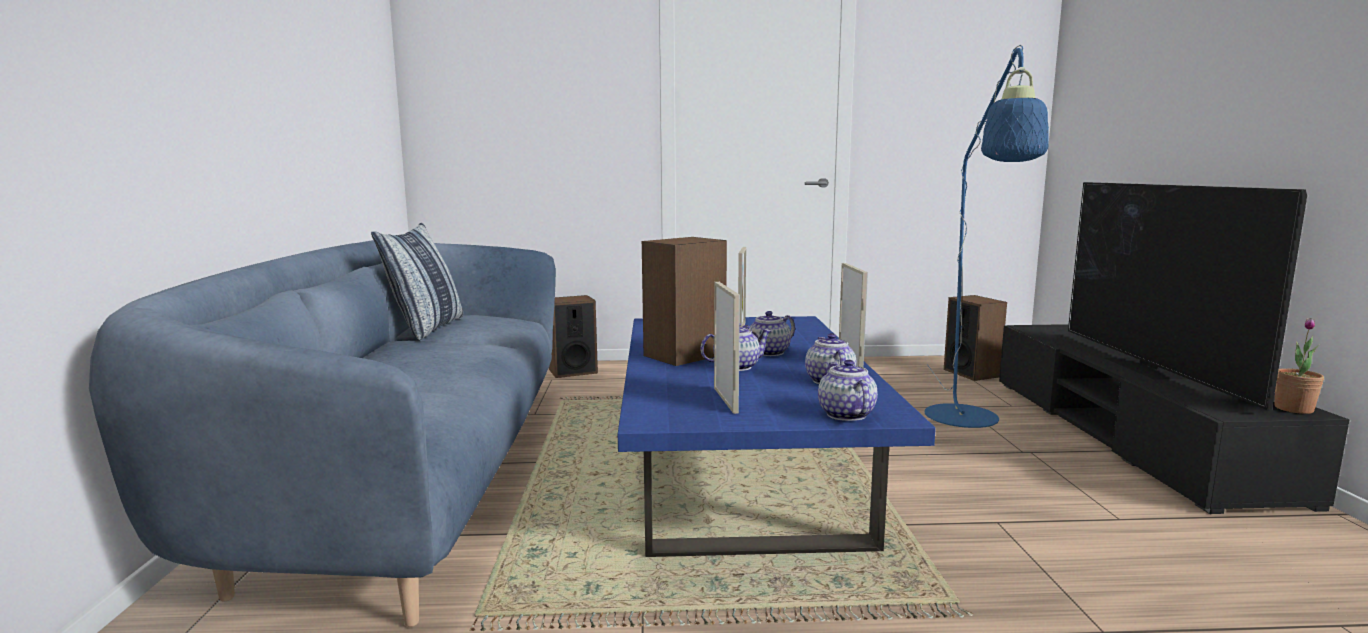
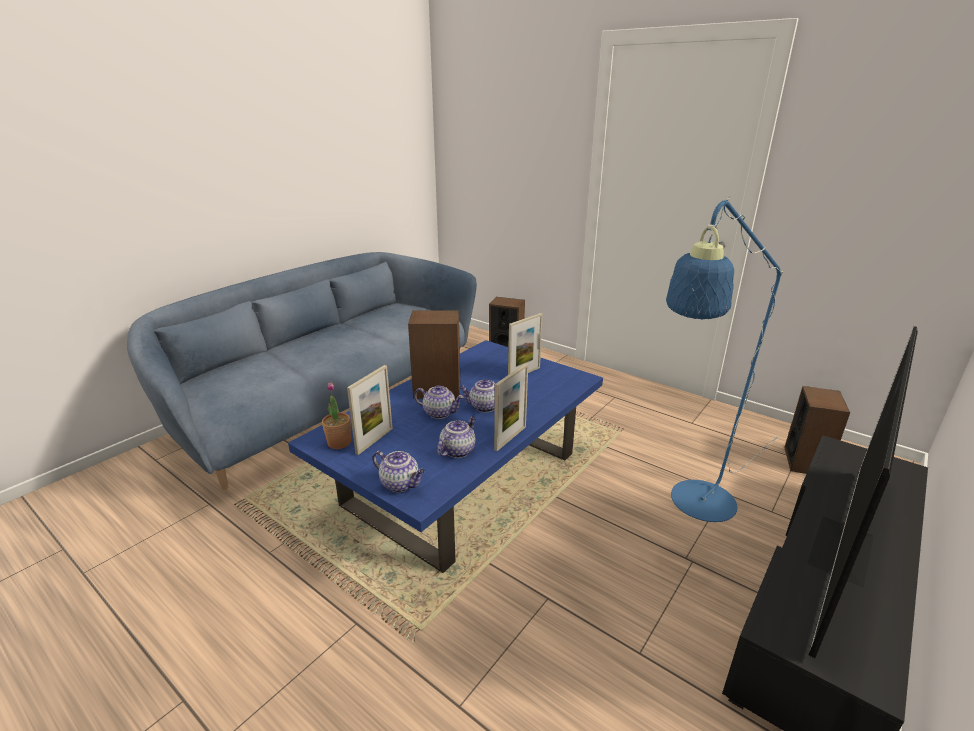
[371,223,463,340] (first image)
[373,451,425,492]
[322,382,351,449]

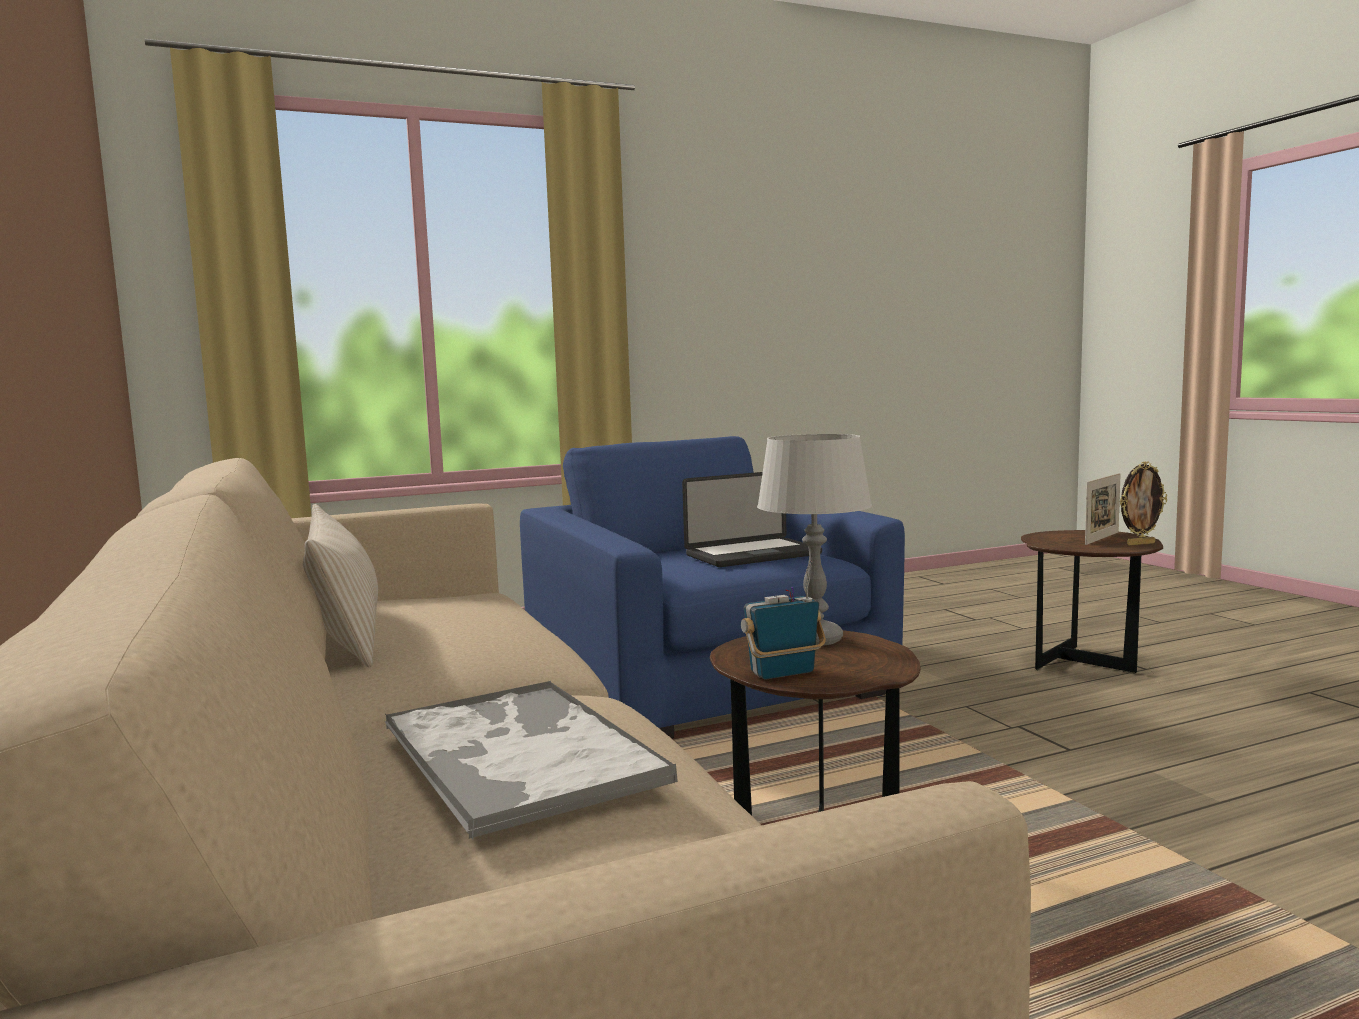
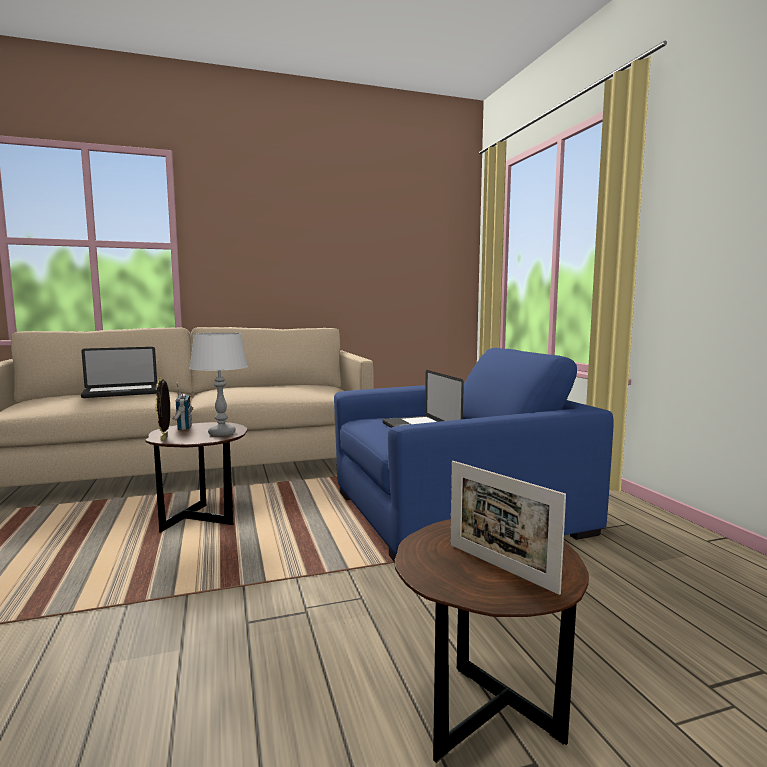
[303,504,378,667] (first image)
[81,347,157,398]
[155,377,170,441]

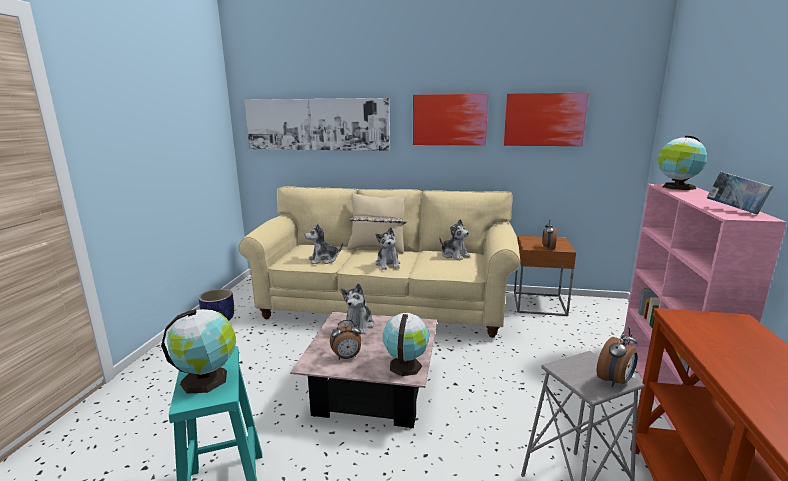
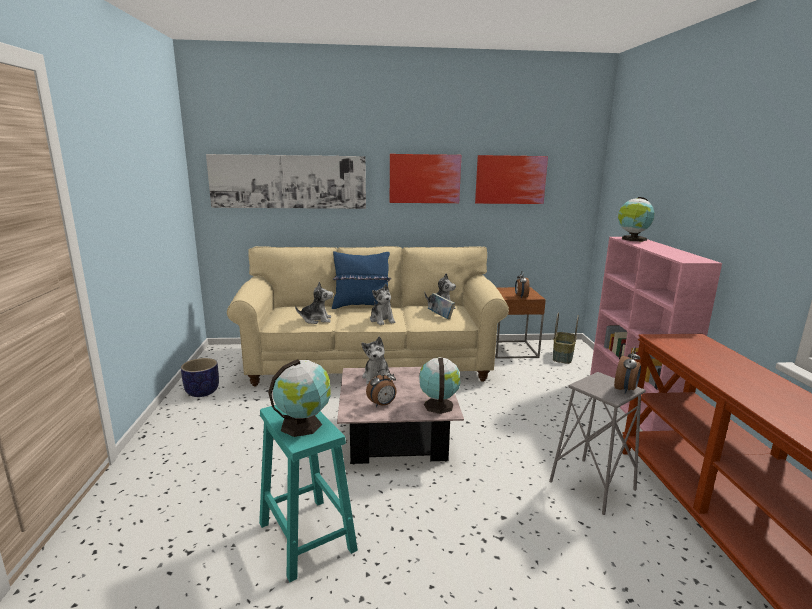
[295,281,333,324]
[332,251,391,309]
[428,293,455,319]
[553,312,579,364]

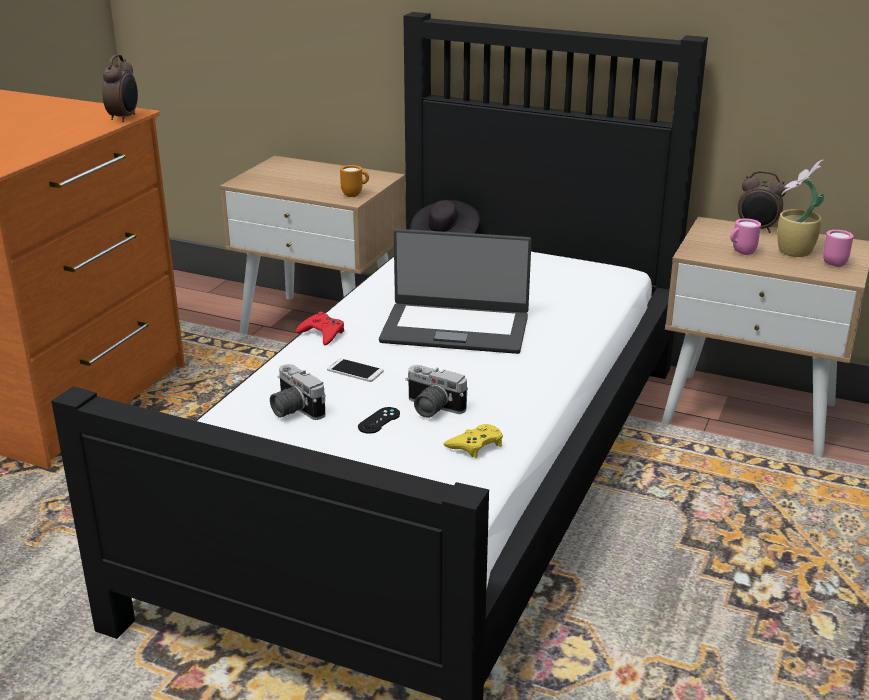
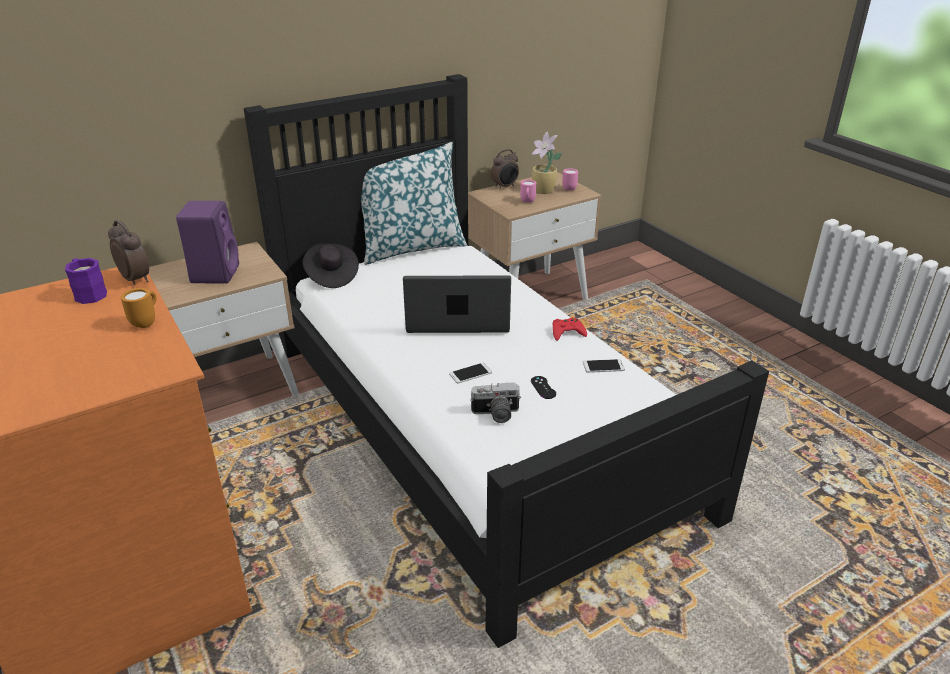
[553,317,587,341]
[121,288,157,328]
[403,275,511,333]
[405,365,468,418] (first image)
[583,359,625,373]
[65,258,107,304]
[176,201,239,283]
[361,142,467,265]

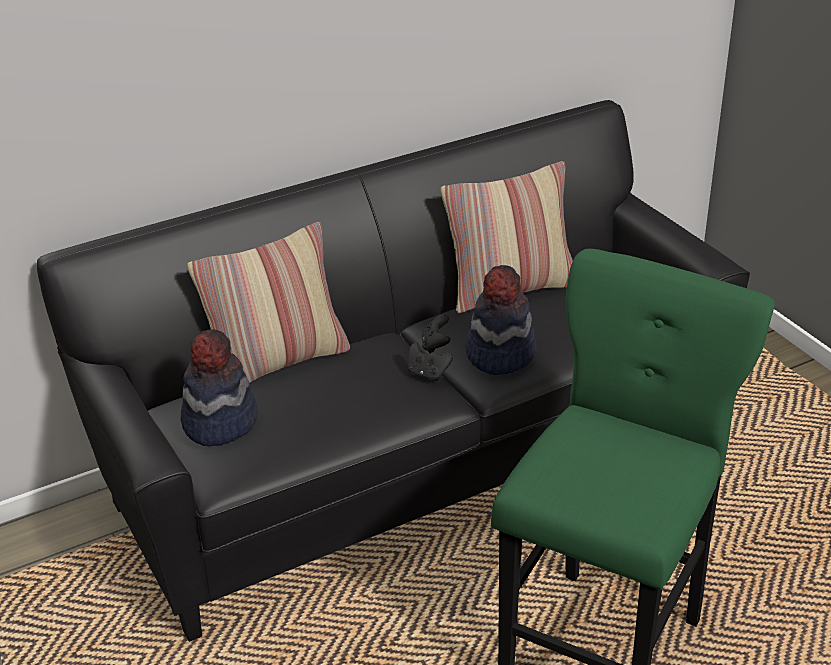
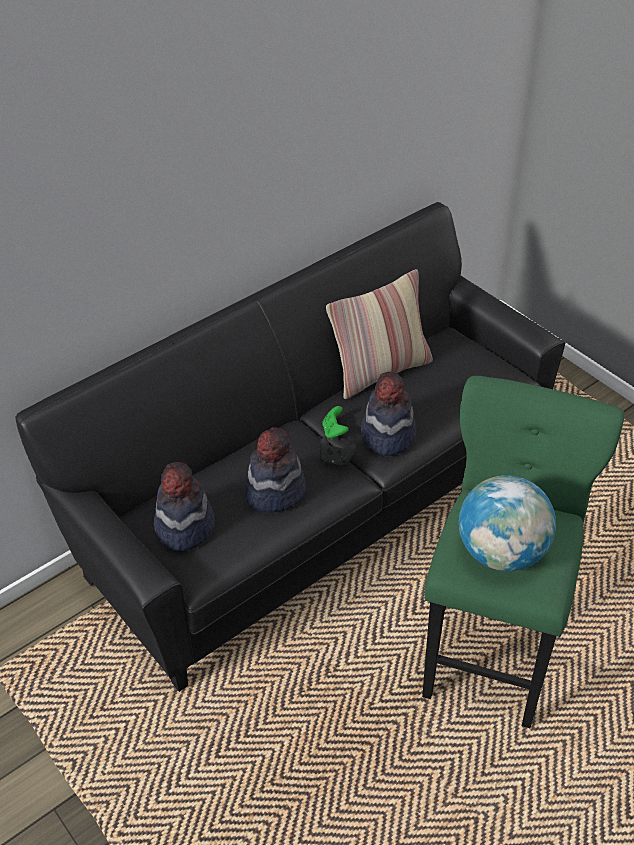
[187,222,350,383] (first image)
[322,406,349,440]
[245,427,306,512]
[459,475,556,571]

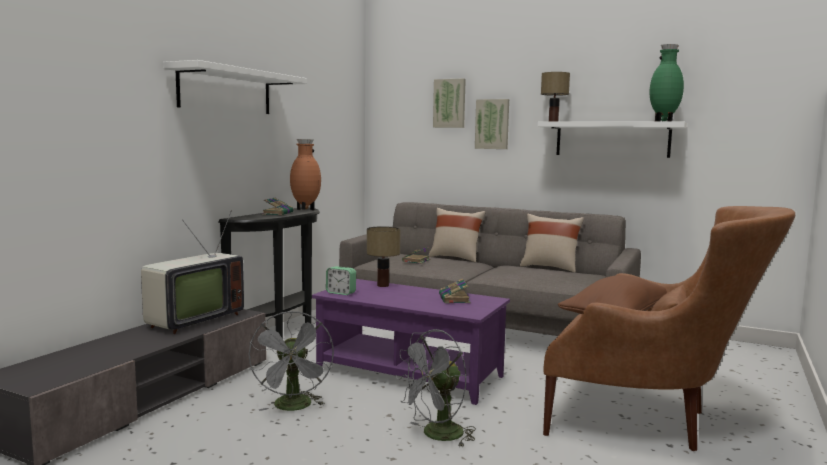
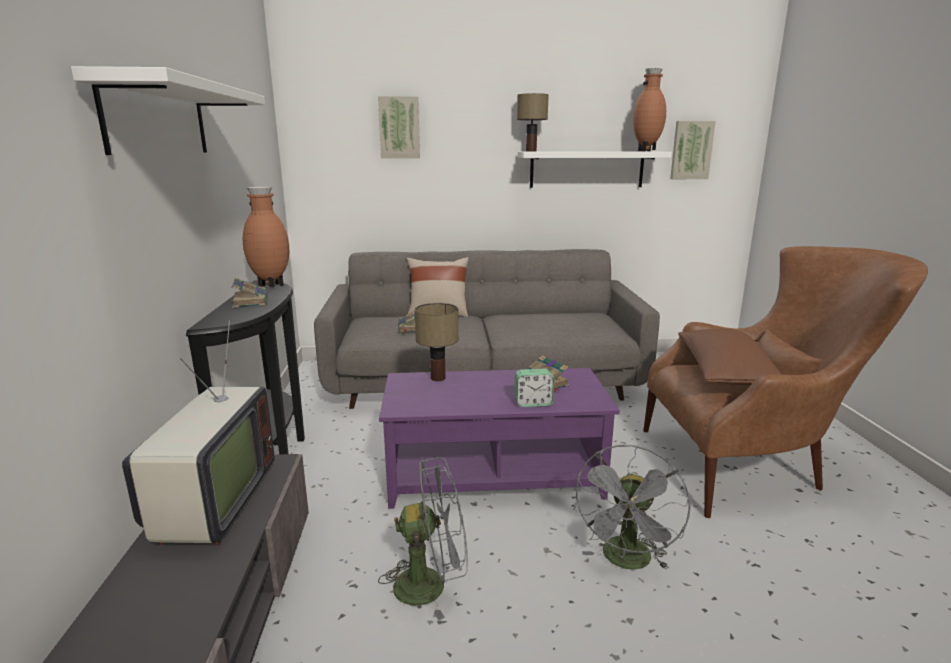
[378,457,468,621]
[515,369,554,407]
[670,121,716,179]
[520,214,584,273] (first image)
[633,68,666,151]

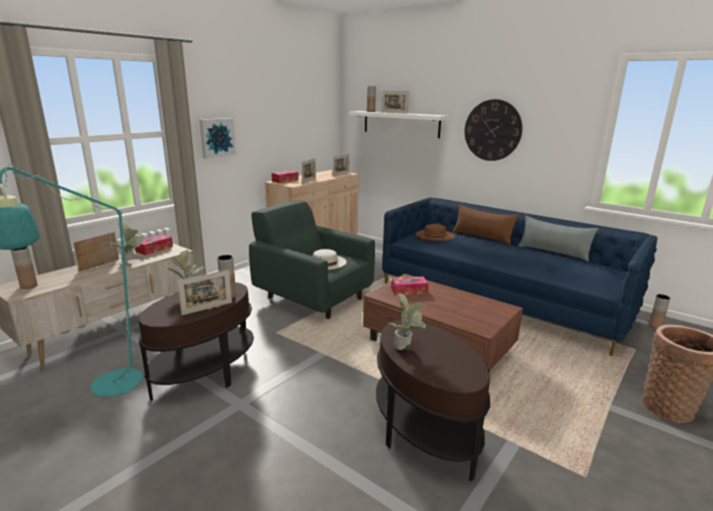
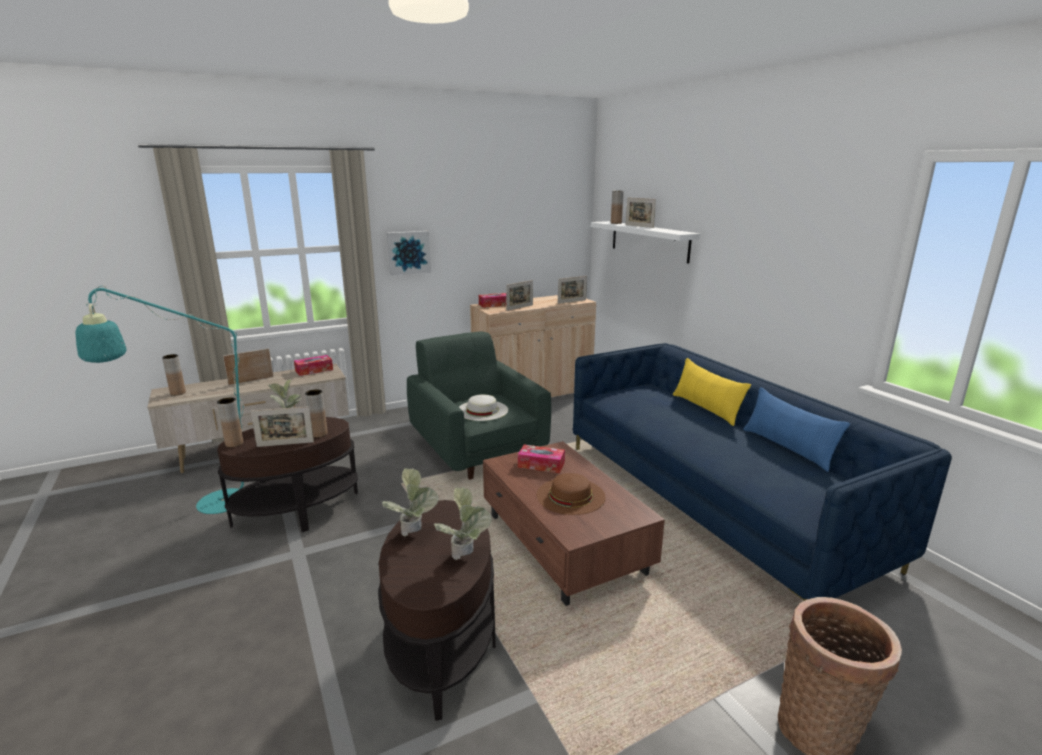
[434,487,491,560]
[536,473,606,515]
[673,358,751,426]
[465,99,522,161] (first image)
[743,387,850,472]
[217,398,244,448]

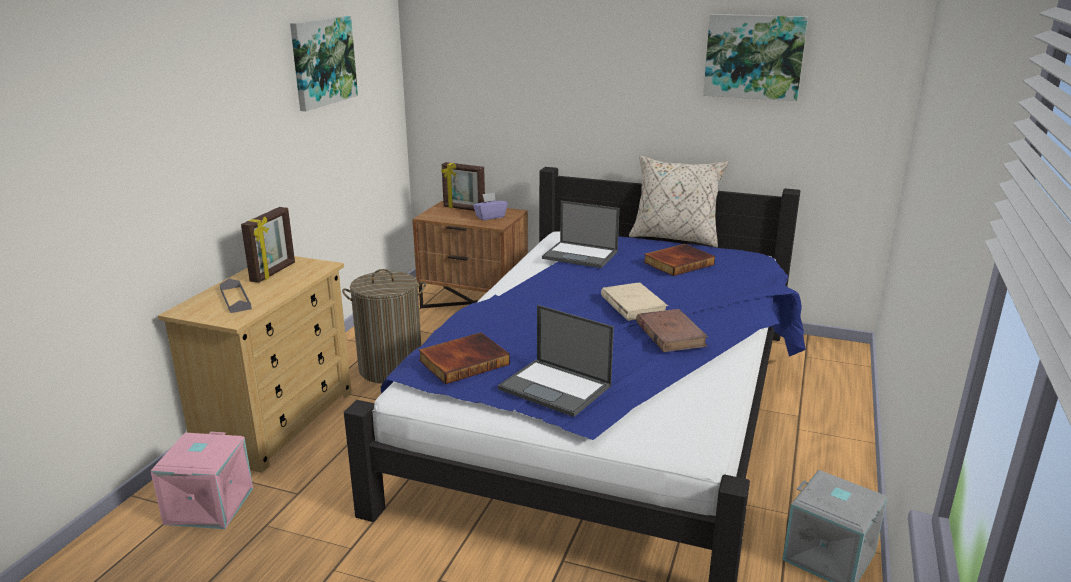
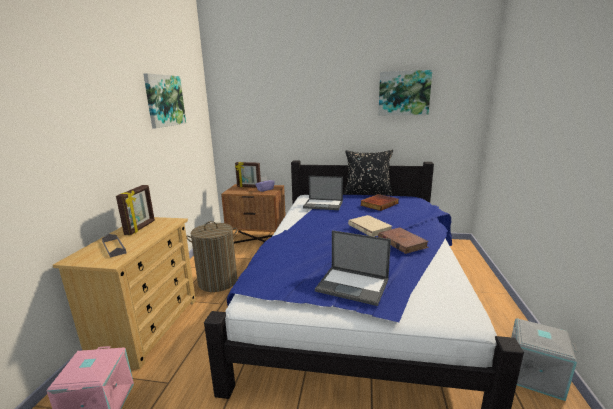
[418,332,510,384] (first image)
[344,150,393,196]

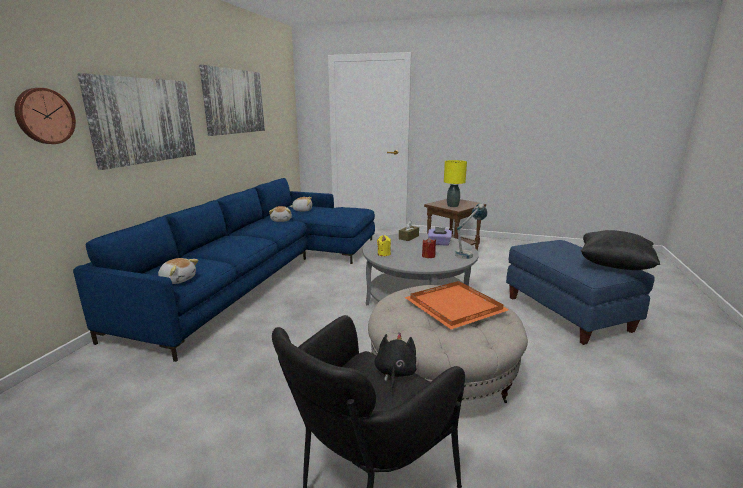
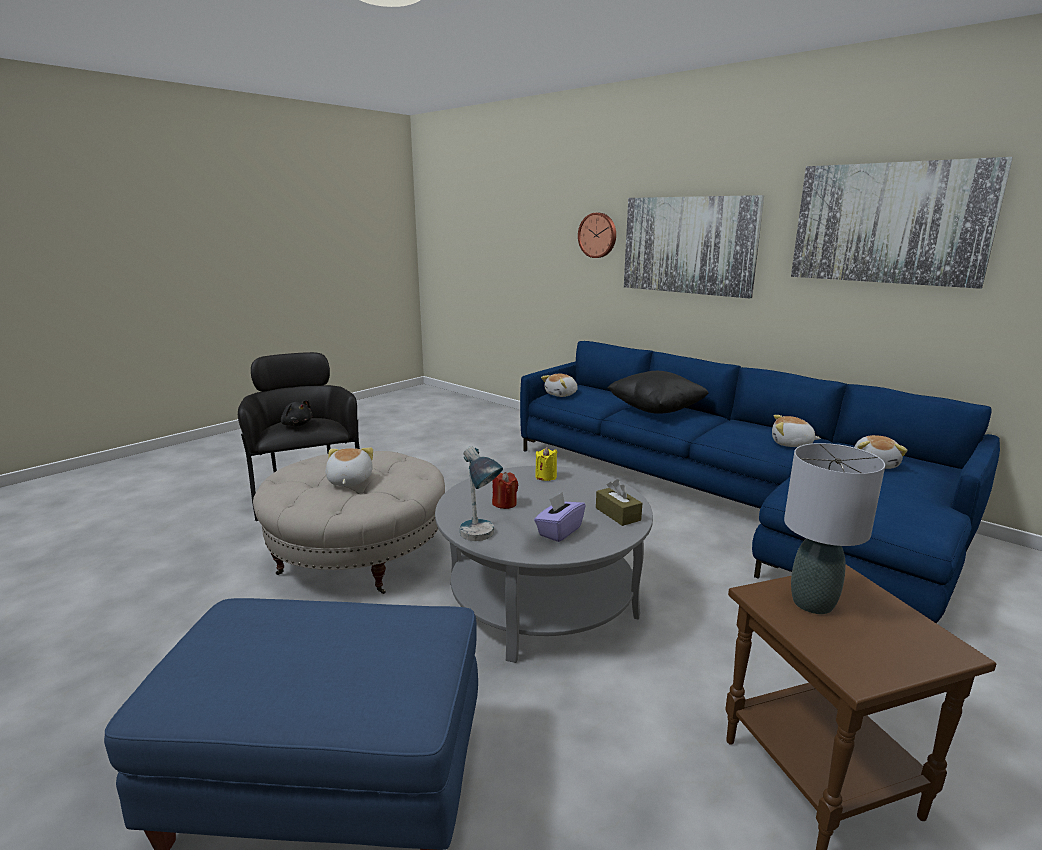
[326,448,373,486]
[784,443,885,614]
[607,371,709,414]

